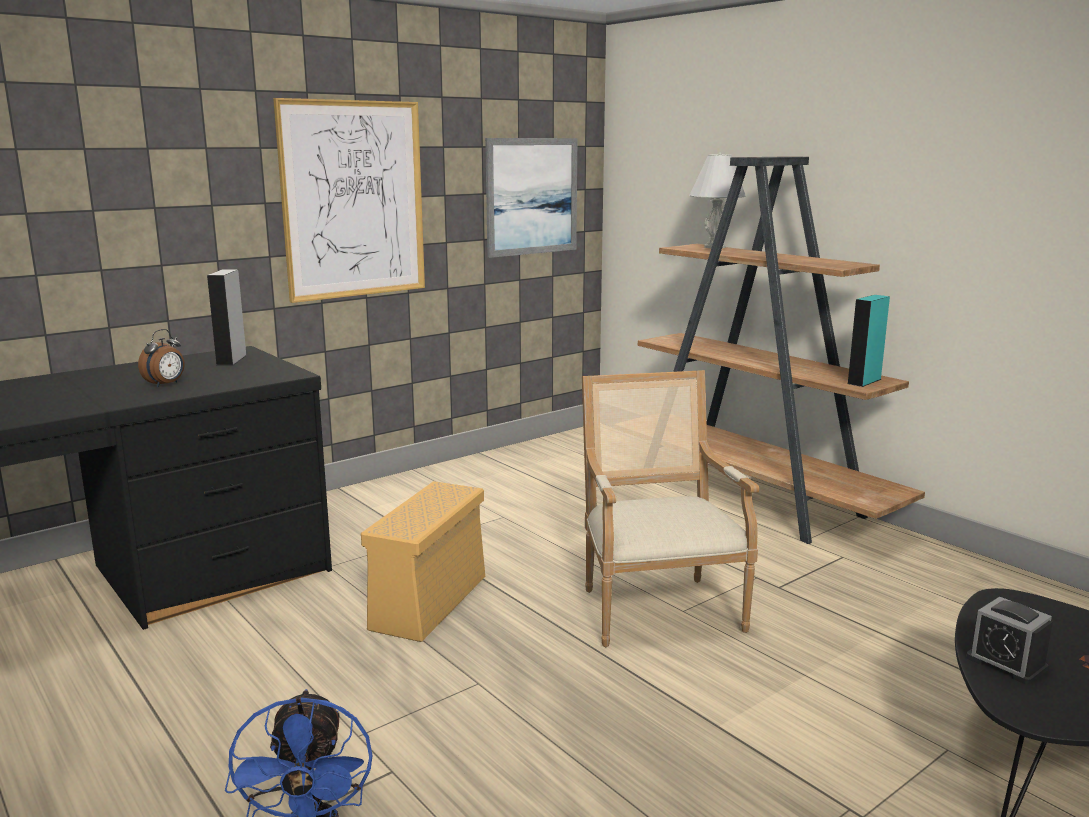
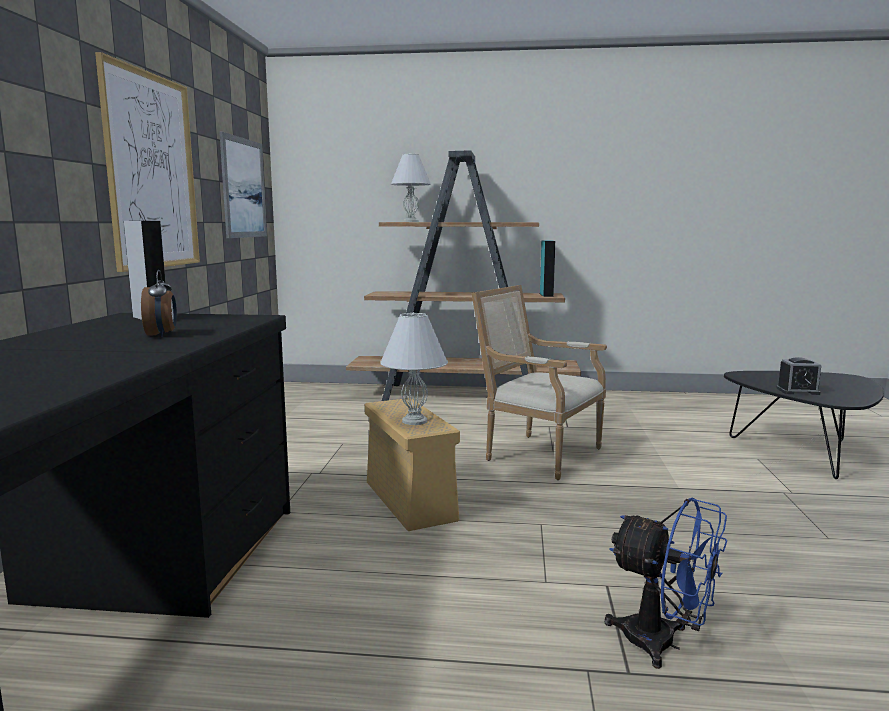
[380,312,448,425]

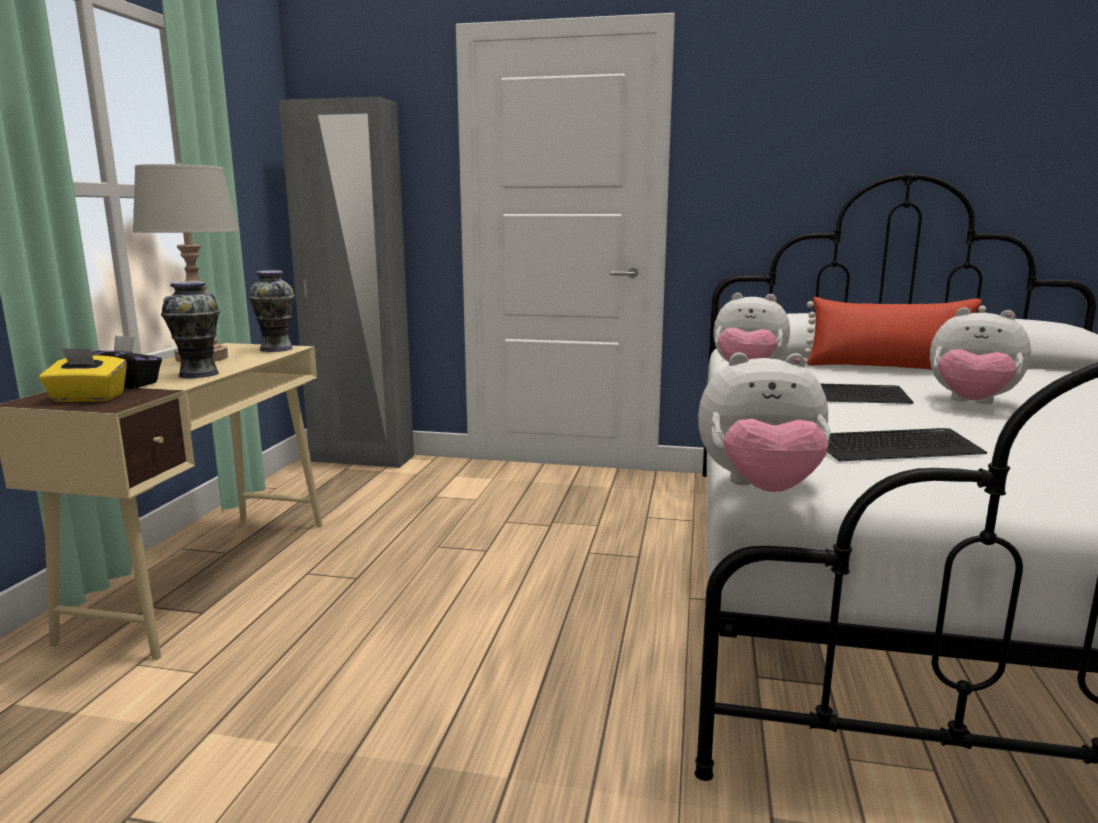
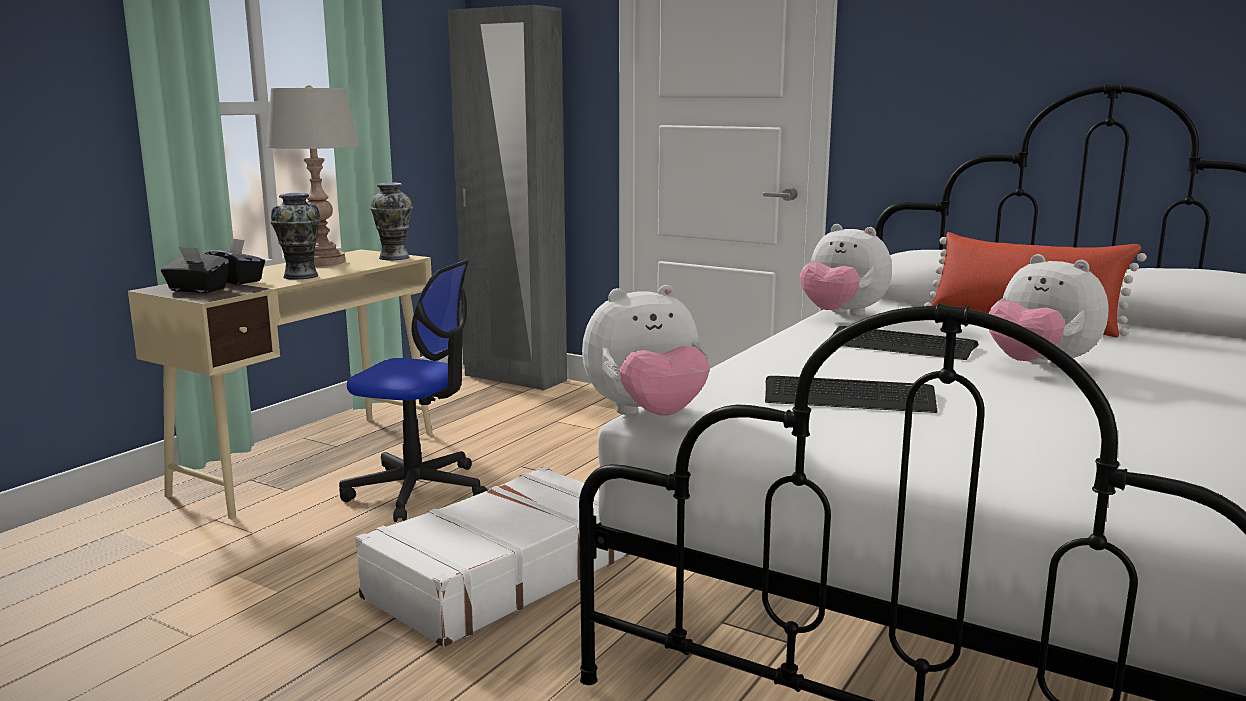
[161,247,229,293]
[582,285,710,416]
[339,260,488,522]
[355,467,630,647]

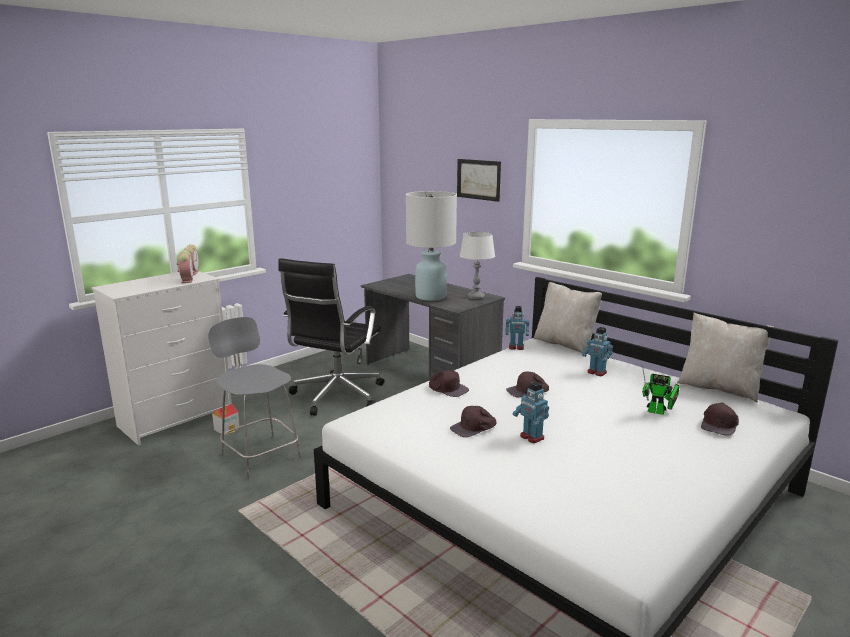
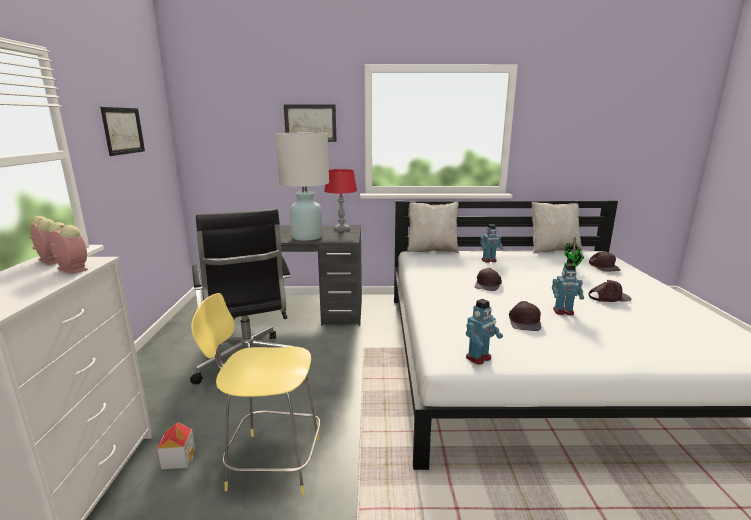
[191,293,321,496]
[589,280,631,302]
[324,169,357,231]
[466,299,503,365]
[100,107,145,156]

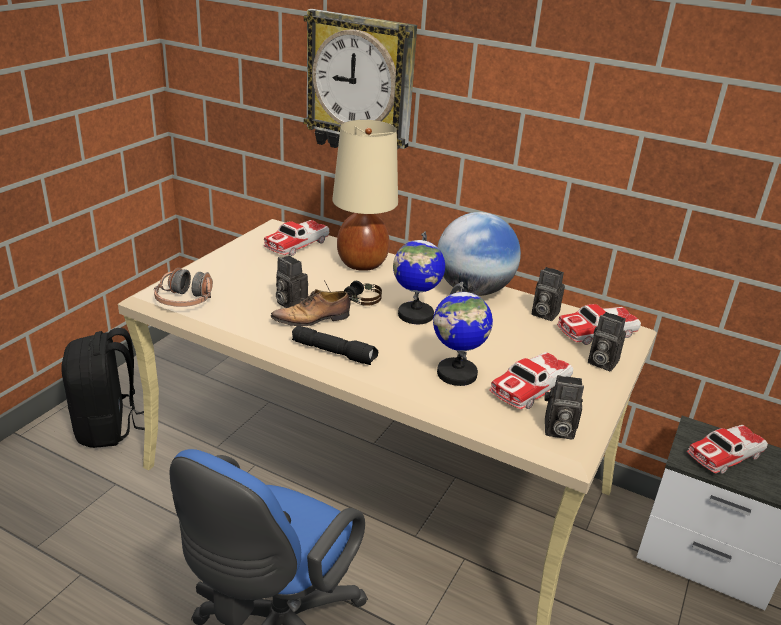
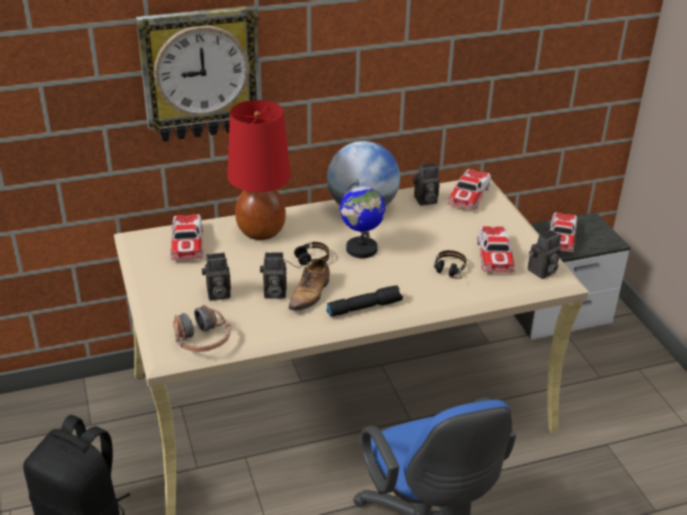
[228,100,291,240]
[434,250,467,279]
[202,253,231,300]

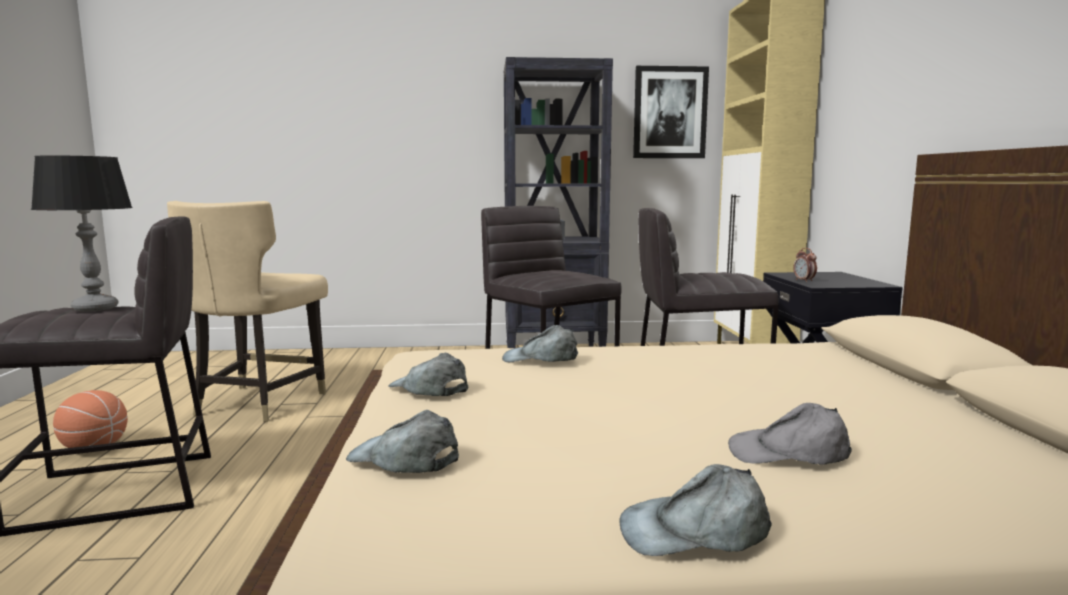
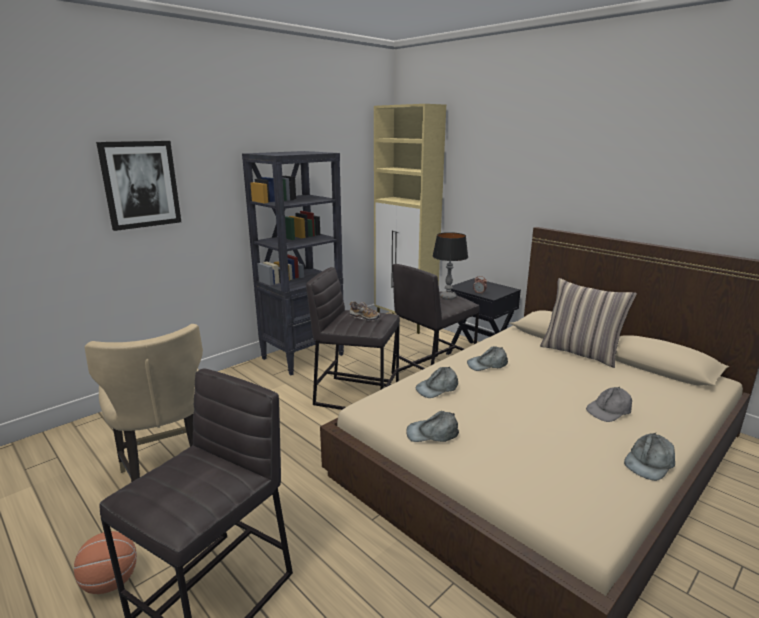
[432,232,468,300]
[467,346,508,371]
[96,141,181,231]
[350,301,381,321]
[540,278,637,368]

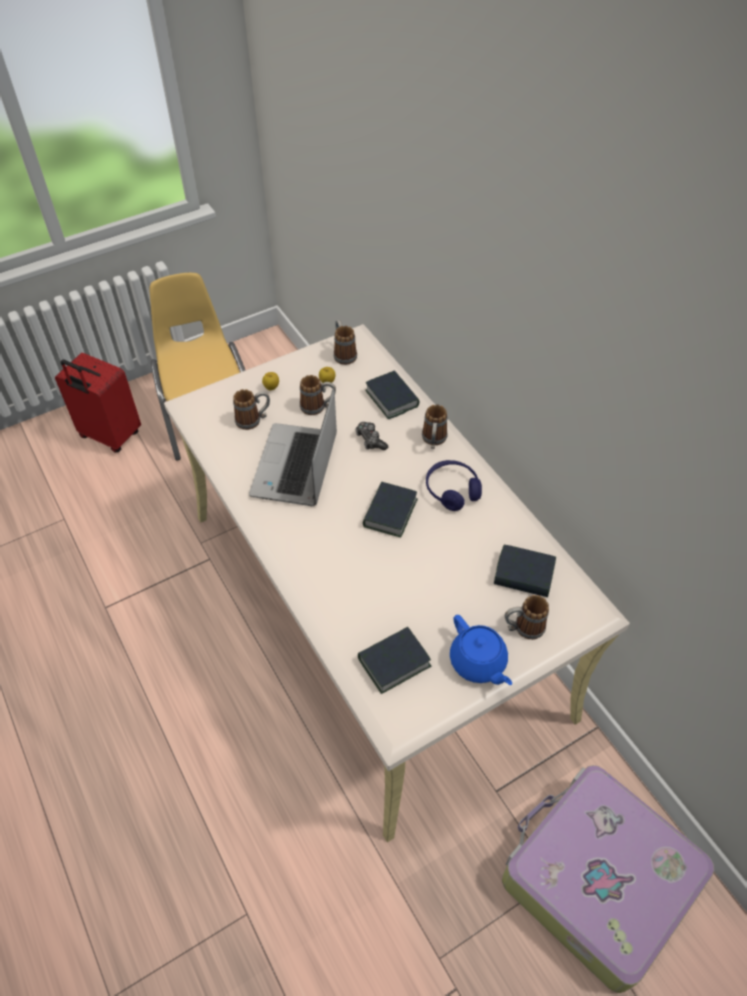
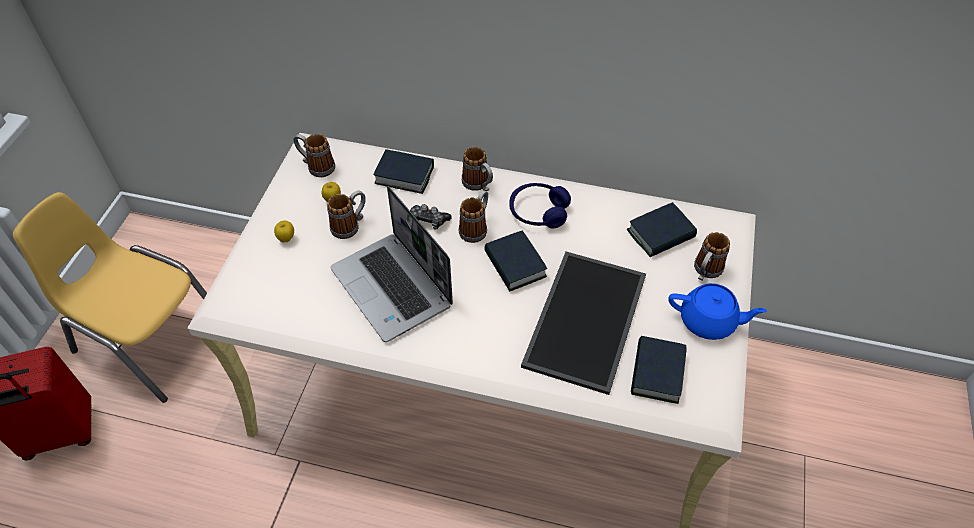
[458,190,488,243]
[502,765,714,993] (first image)
[521,252,646,395]

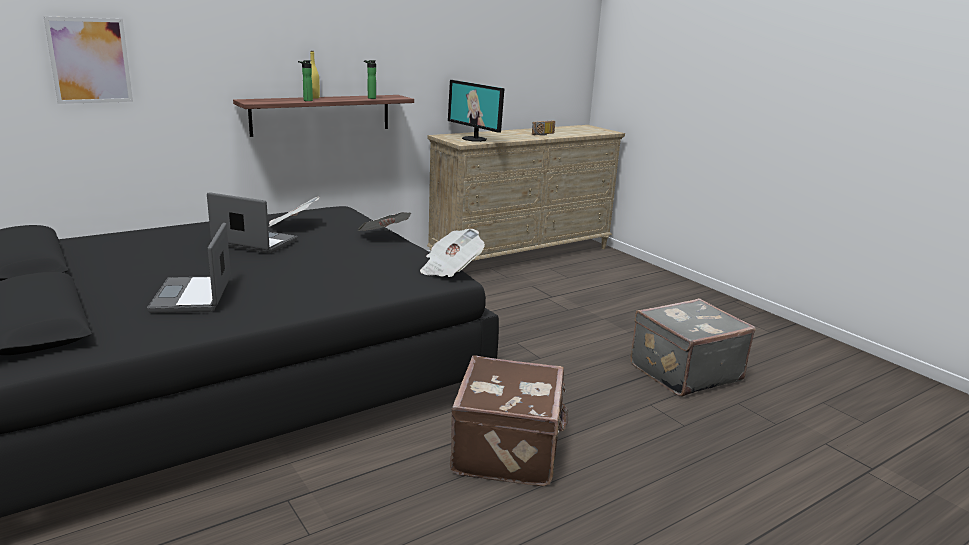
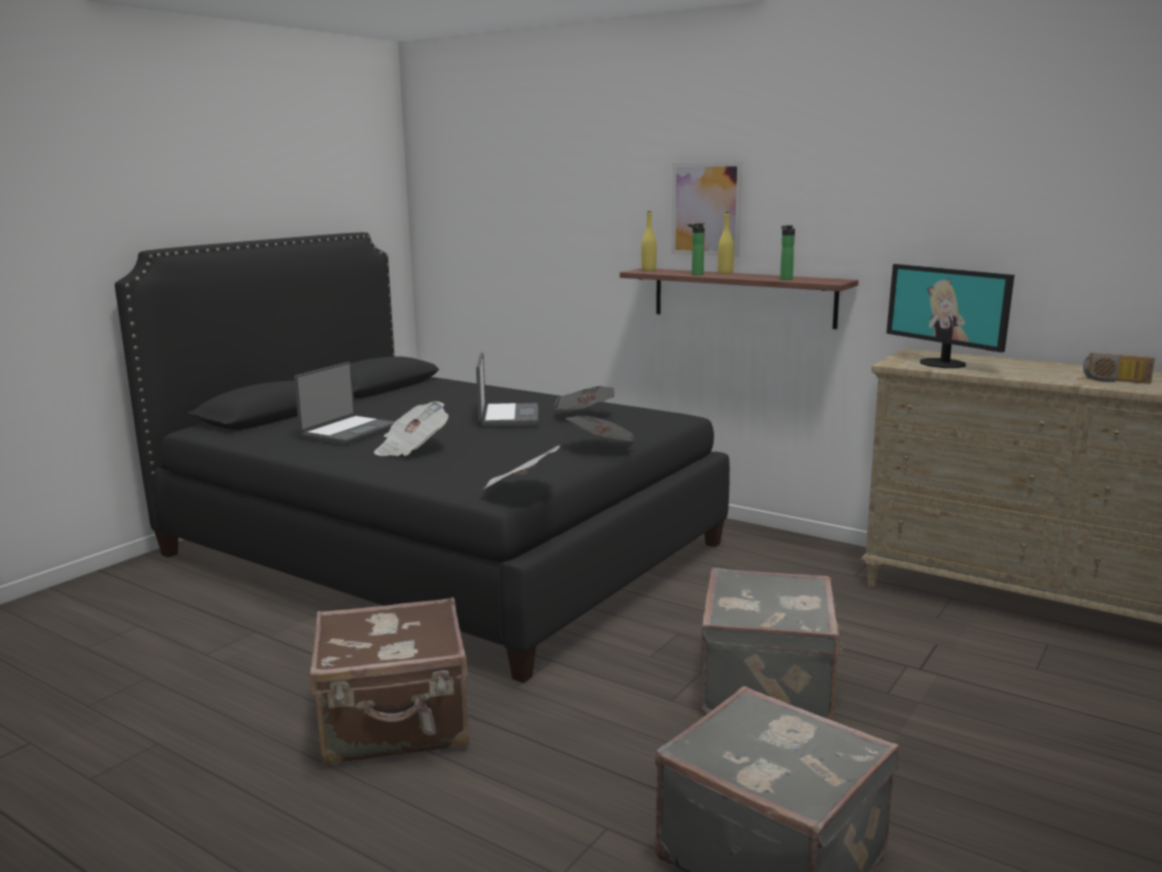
[671,162,742,257]
[294,362,395,445]
[886,264,1014,368]
[374,401,449,456]
[641,211,657,271]
[700,568,844,720]

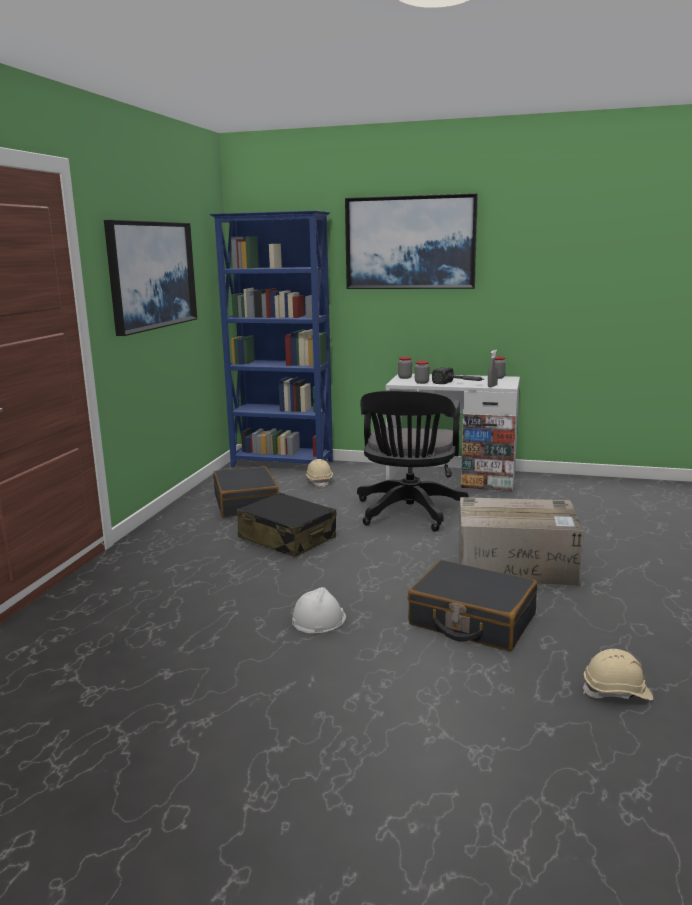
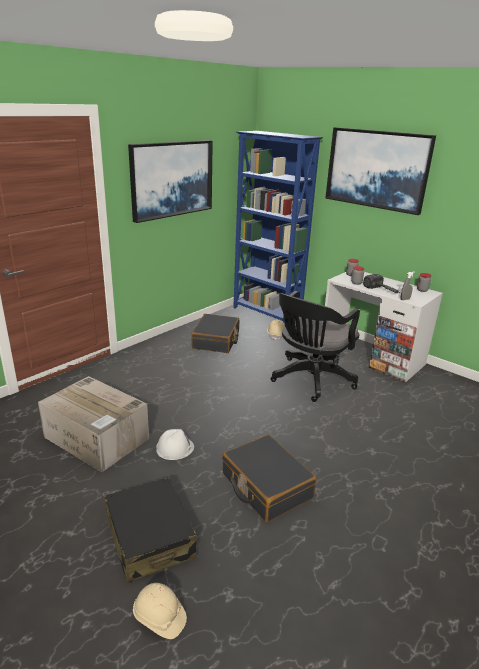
[105,477,197,583]
[38,376,149,472]
[133,583,187,639]

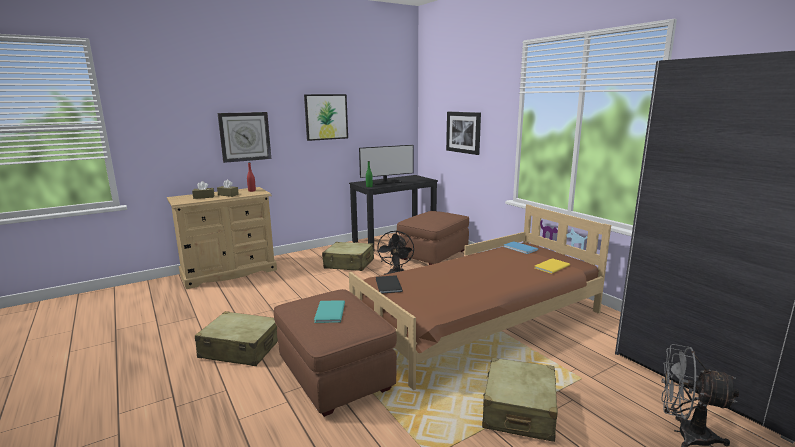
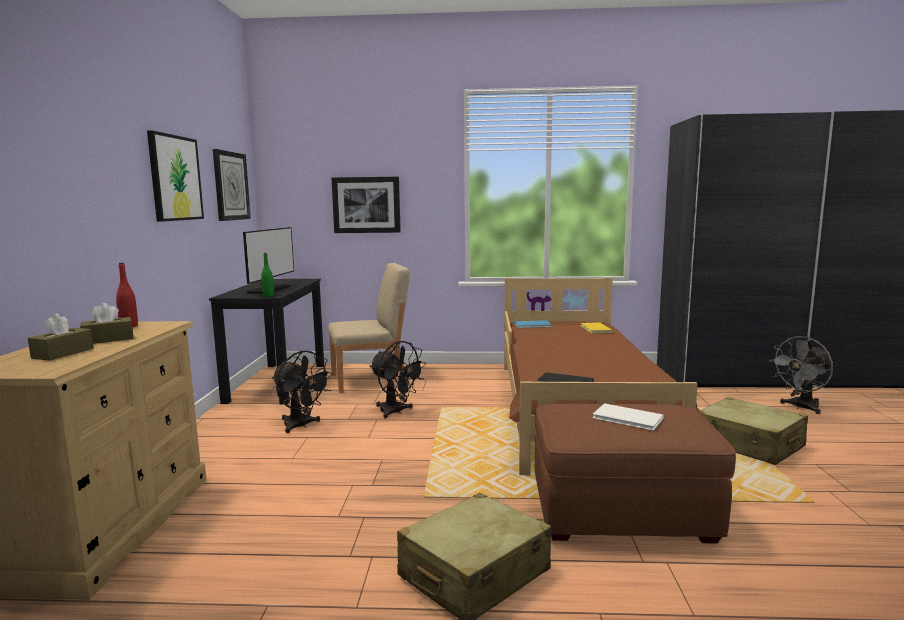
[213,149,251,221]
[593,403,664,431]
[272,351,333,433]
[328,263,410,393]

